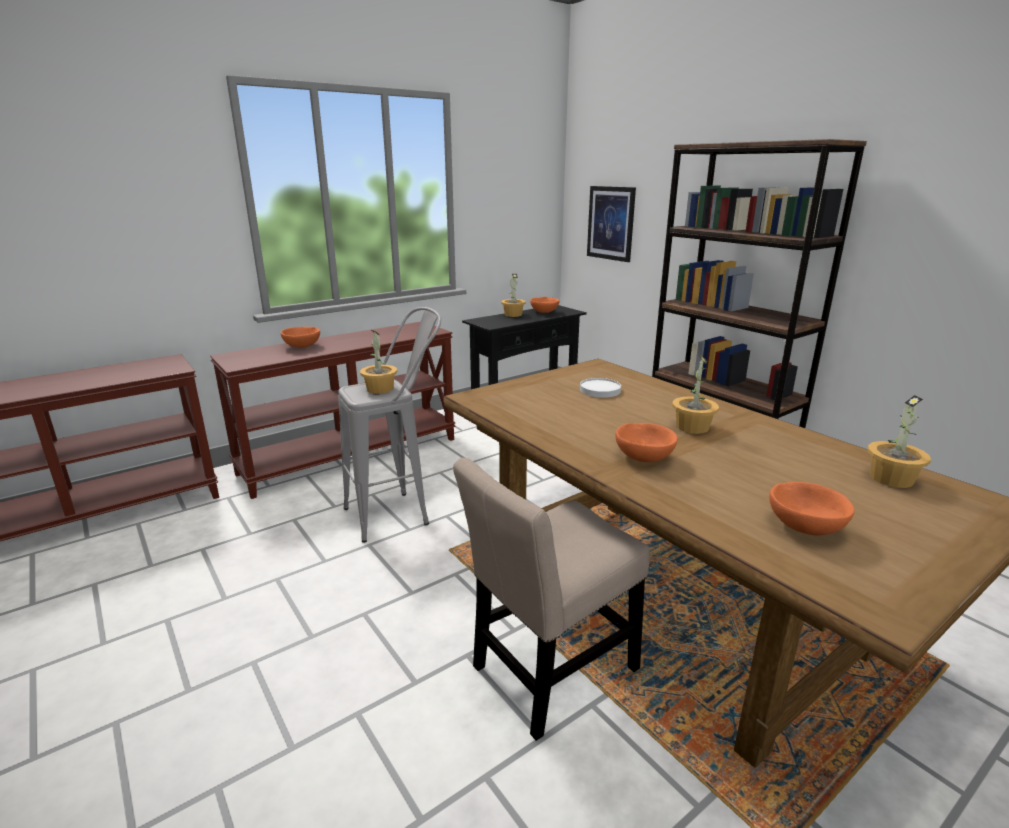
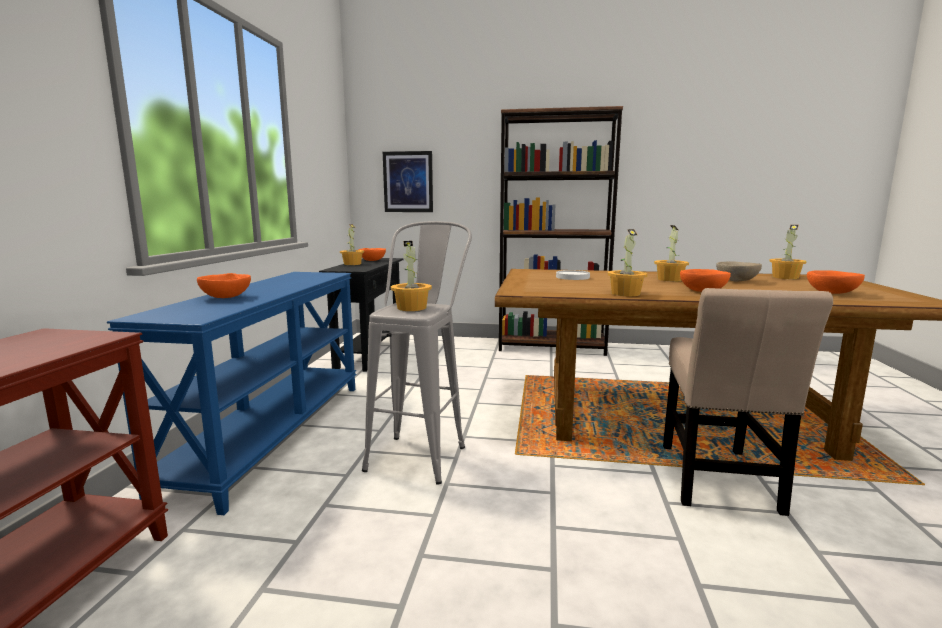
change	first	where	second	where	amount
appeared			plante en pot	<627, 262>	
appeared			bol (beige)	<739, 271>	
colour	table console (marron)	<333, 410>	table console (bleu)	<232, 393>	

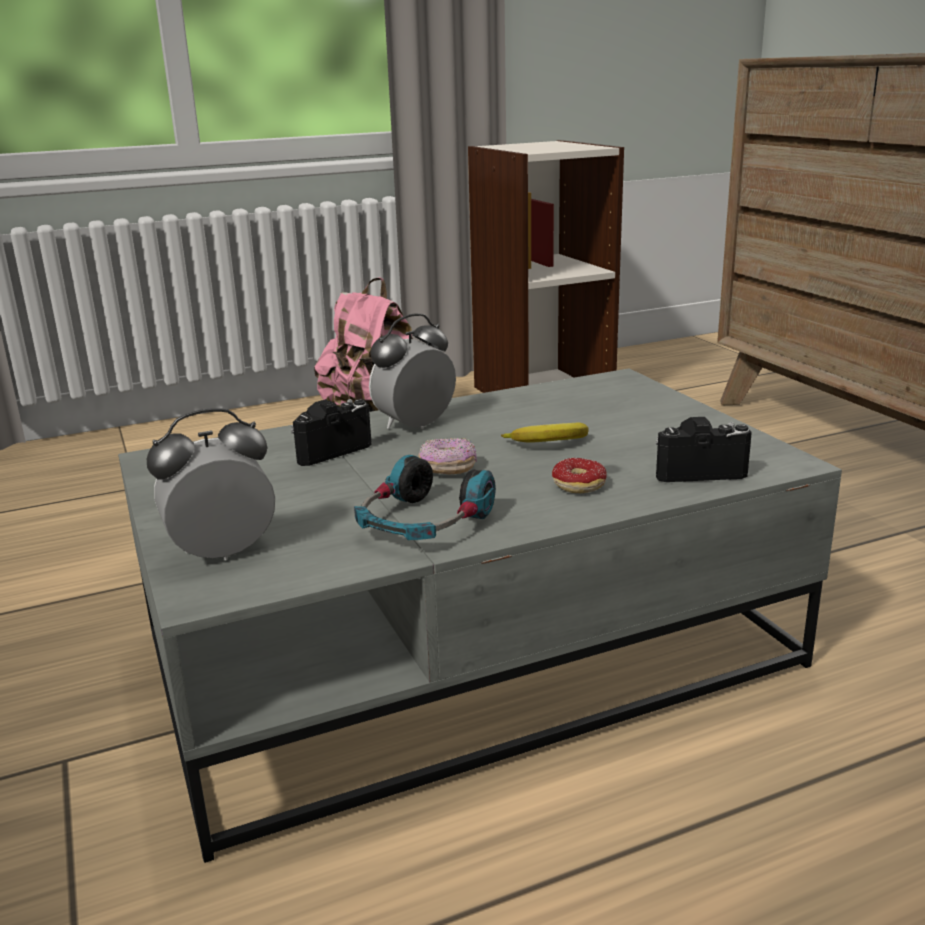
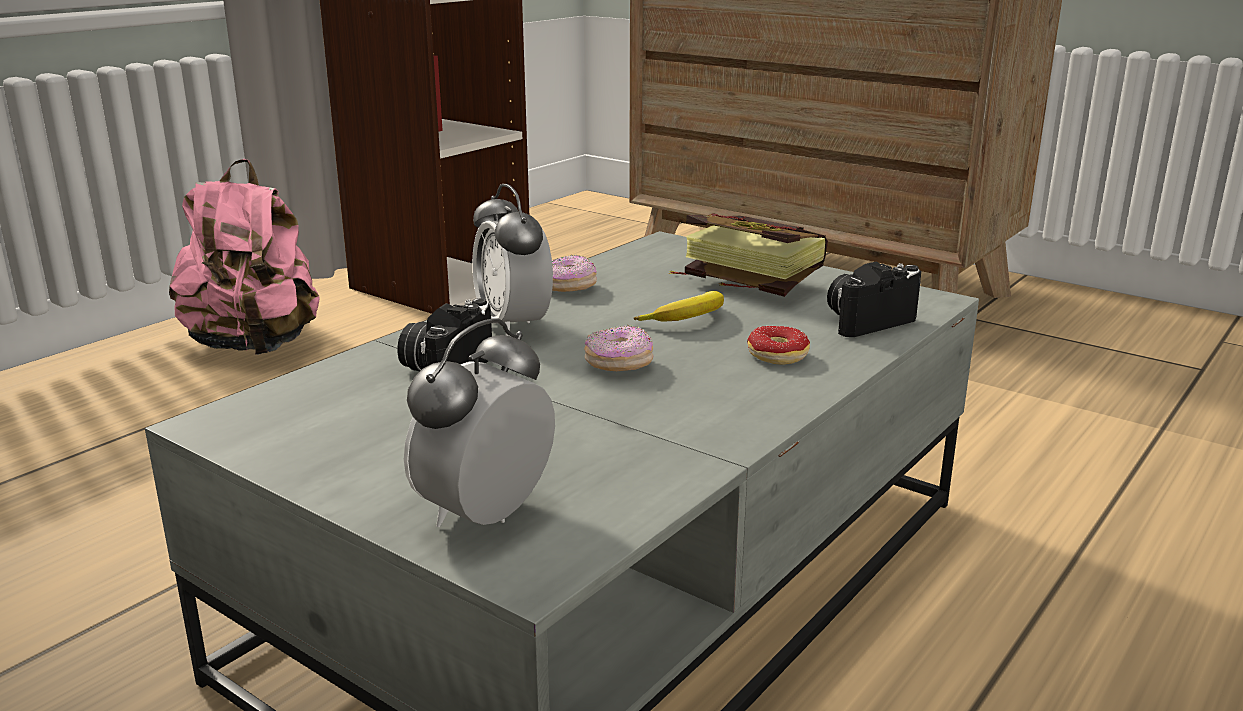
change	first	where	second	where	amount
missing	casque audio	<425, 497>			
appeared			beignet	<574, 273>	
appeared			livre	<748, 255>	
spun	réveil	<412, 371>		<512, 260>	45 degrees counterclockwise

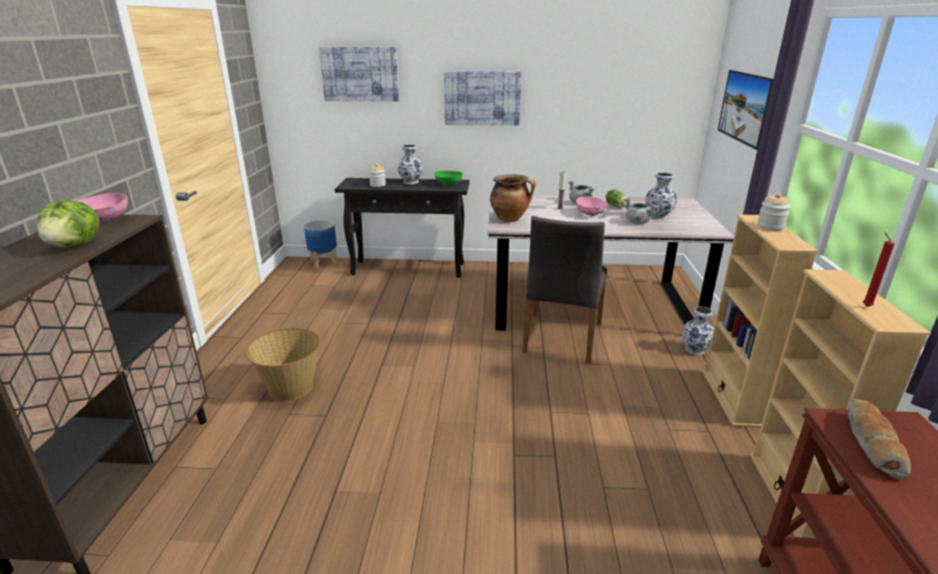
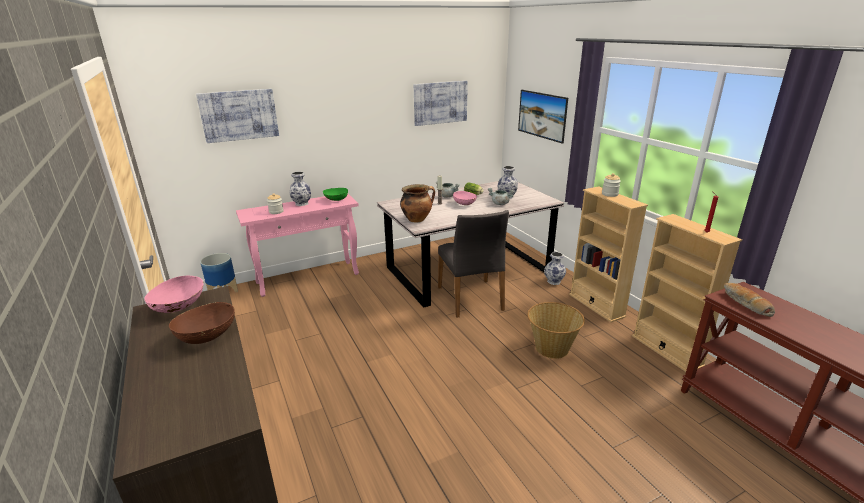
change	first	where	second	where	amount
relocated	panier	<282, 364>		<556, 330>	
relocated	tableau	<482, 98>		<441, 103>	
exchanged	laitue	<68, 224>	bol (marron)	<202, 323>	
colour	table console (noir)	<402, 228>	table console (rose)	<297, 245>	

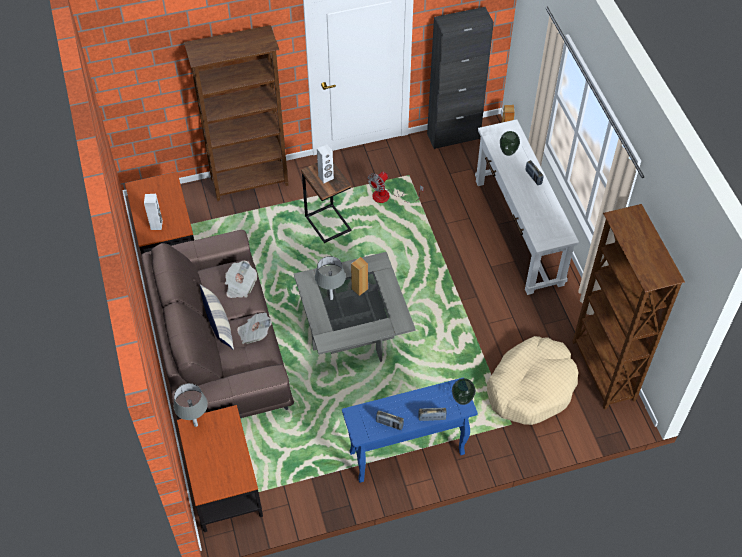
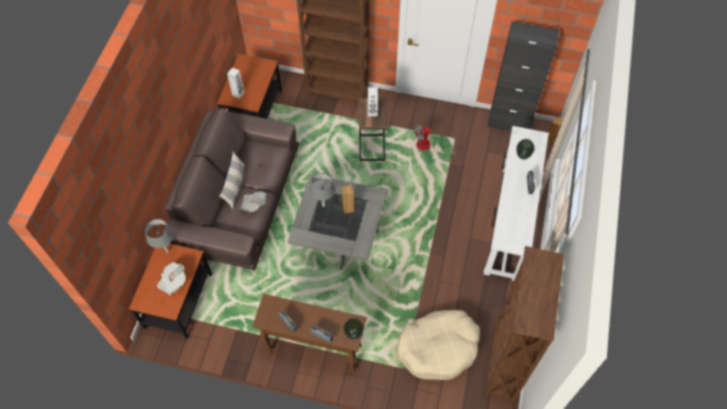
change	first	where	second	where	amount
relocated	journal	<241, 279>		<171, 278>	
colour	table console (bleu)	<410, 430>	table console (marron)	<309, 333>	

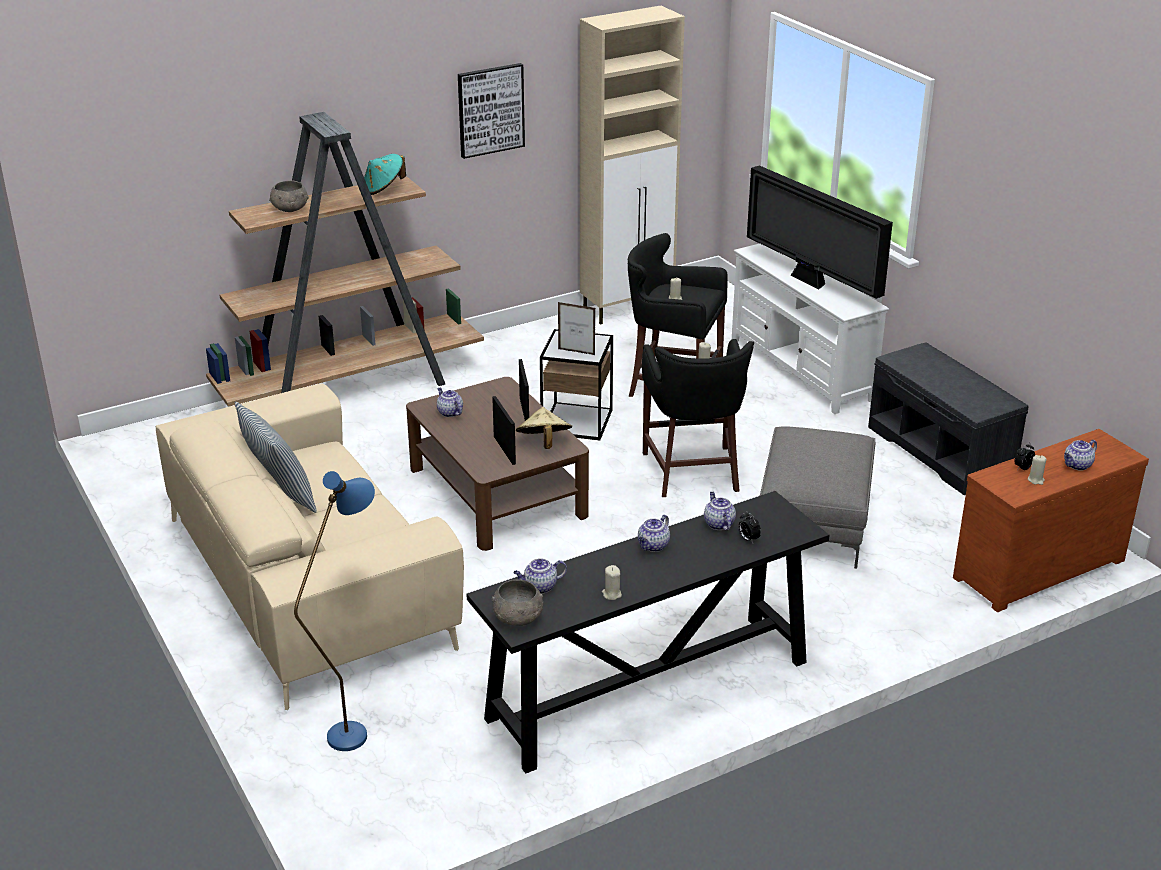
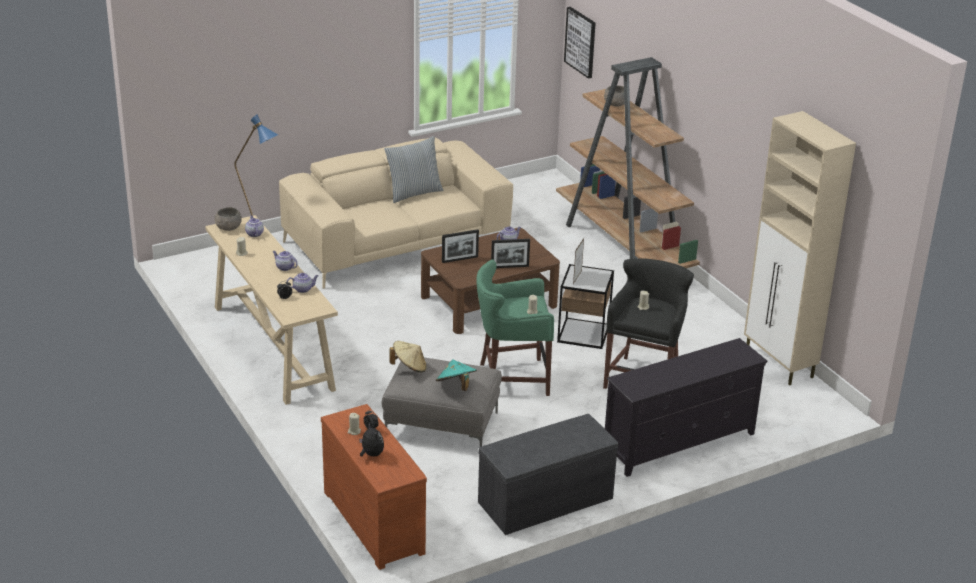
change	first	where	second	where	amount
missing	téléviseur	<820, 232>			
relocated	chapeau (turquoise)	<385, 174>		<456, 375>	
relocated	tableau	<491, 111>		<580, 43>	
relocated	chapeau (beige)	<544, 428>		<408, 356>	
exchanged	théière	<1080, 455>	peluche	<371, 440>	
colour	table console (noir)	<647, 632>	table console (beige)	<271, 310>	
colour	tabouret (noir)	<698, 418>	tabouret (vert)	<515, 327>	
colour	meuble télé (blanc)	<810, 329>	meuble télé (noir)	<686, 407>	

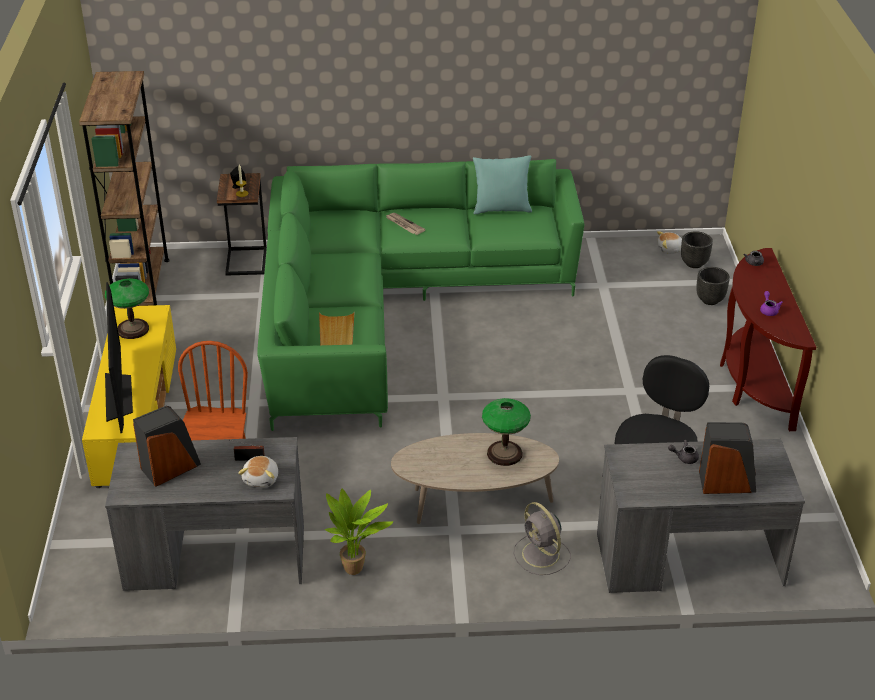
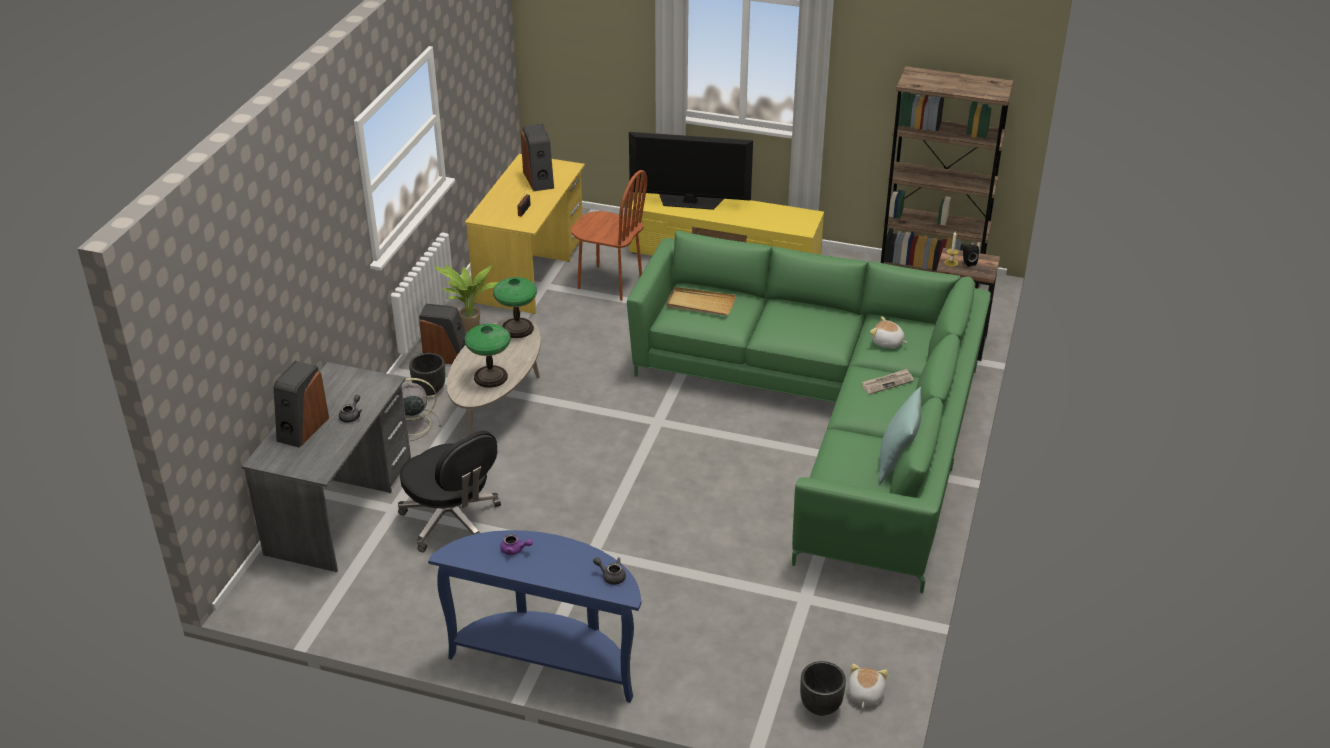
change	first	where	second	where	amount
appeared			enceinte	<442, 334>	
relocated	lampe de table	<127, 308>		<515, 307>	
relocated	peluche	<258, 471>		<888, 332>	
relocated	cache-pot (noir)	<713, 286>		<427, 374>	
colour	bureau (gris)	<204, 514>	bureau (jaune)	<525, 234>	
colour	table console (marron)	<768, 339>	table console (bleu)	<534, 616>	

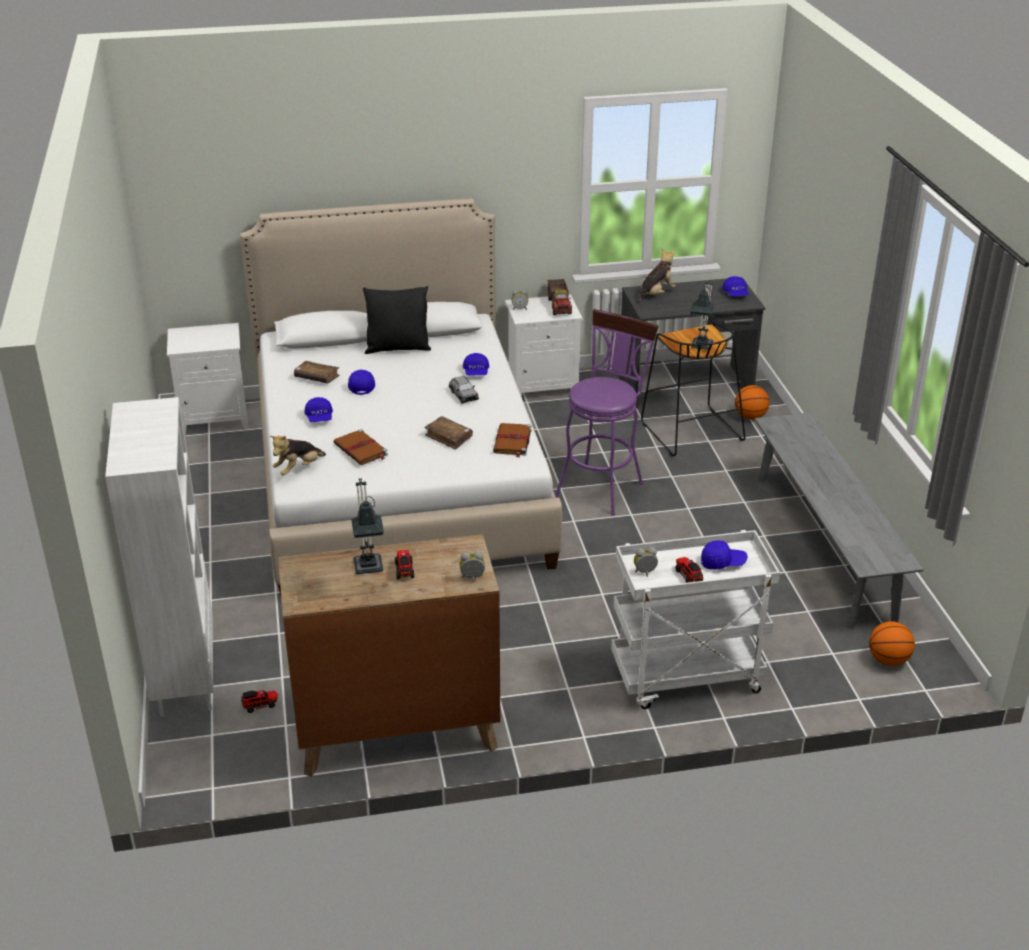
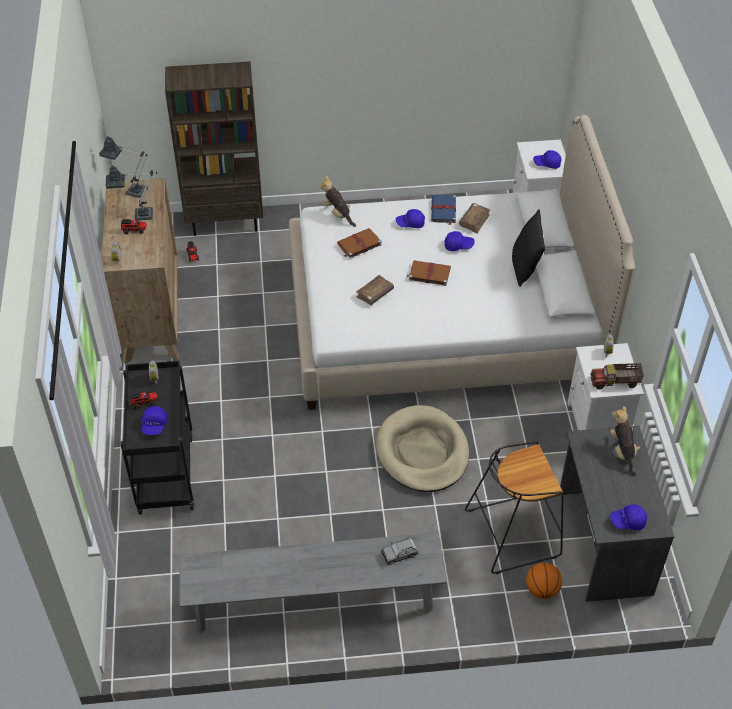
change	first	where	second	where	amount
missing	ballon de basket	<892, 643>			
appeared			livre (bleu)	<443, 210>	
relocated	petite voiture (gris)	<464, 389>		<399, 551>	
relocated	casquette (bleu)	<476, 364>		<547, 159>	
relocated	livre (marron)	<512, 440>		<428, 273>	
relocated	lampe de table	<702, 315>		<123, 167>	
exchanged	tabouret (violet)	<606, 412>	panier pour chien (beige)	<422, 448>	
colour	bibliothèque (blanc)	<159, 557>	bibliothèque (marron)	<214, 148>	
colour	chariot (blanc)	<695, 619>	chariot (noir)	<157, 438>	
spun	peluche	<657, 277>		<625, 440>	150 degrees counterclockwise

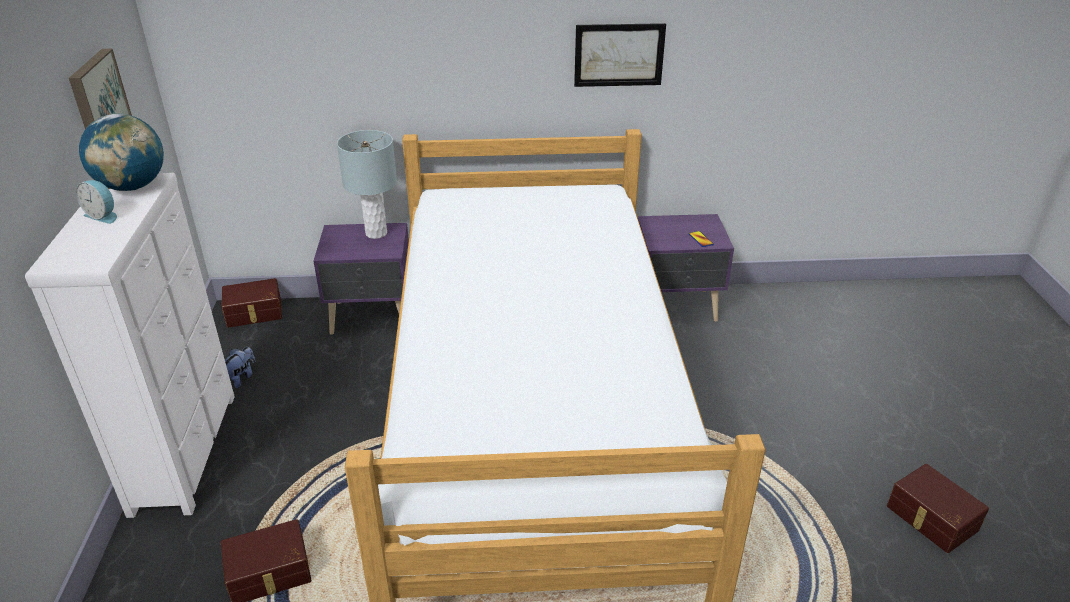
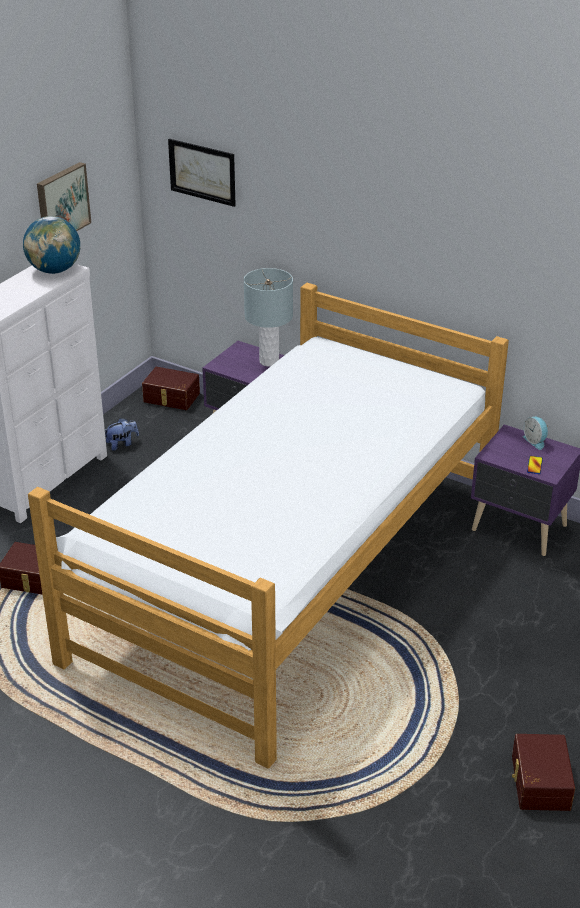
change	first	where	second	where	amount
relocated	réveil	<96, 202>		<536, 433>	
relocated	tableau	<620, 55>		<202, 173>	

